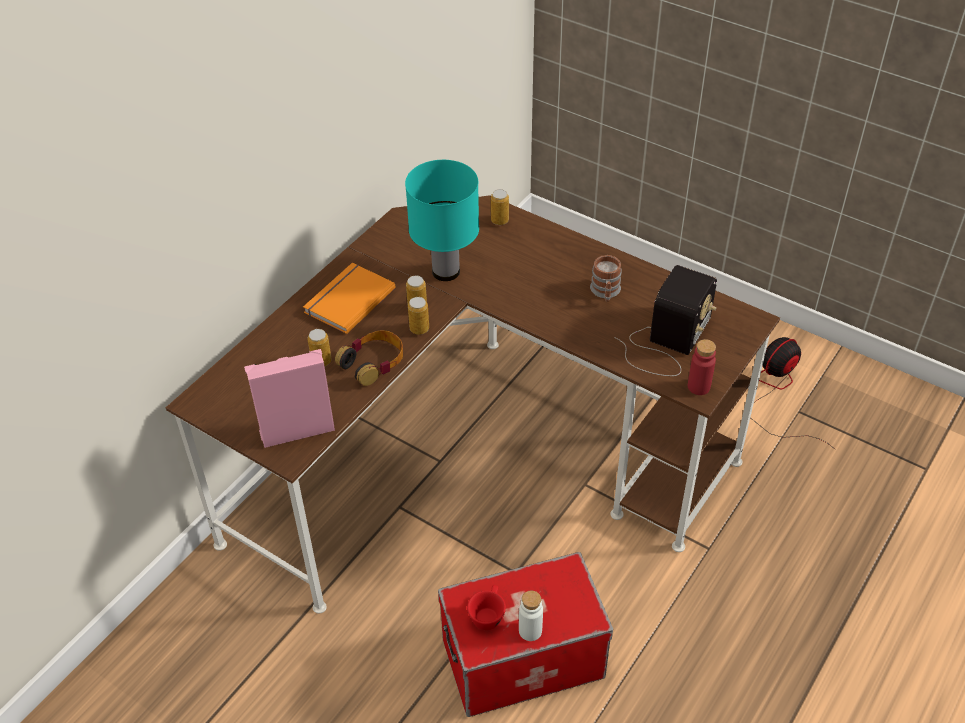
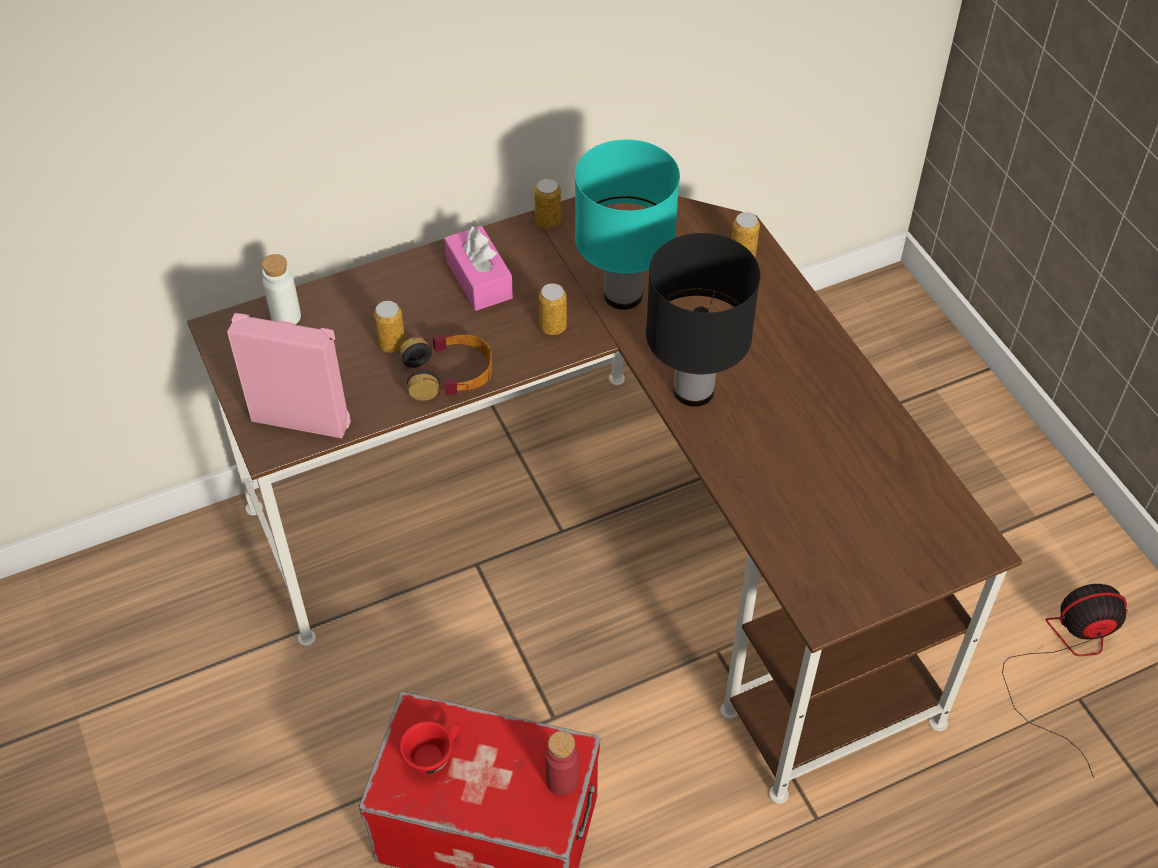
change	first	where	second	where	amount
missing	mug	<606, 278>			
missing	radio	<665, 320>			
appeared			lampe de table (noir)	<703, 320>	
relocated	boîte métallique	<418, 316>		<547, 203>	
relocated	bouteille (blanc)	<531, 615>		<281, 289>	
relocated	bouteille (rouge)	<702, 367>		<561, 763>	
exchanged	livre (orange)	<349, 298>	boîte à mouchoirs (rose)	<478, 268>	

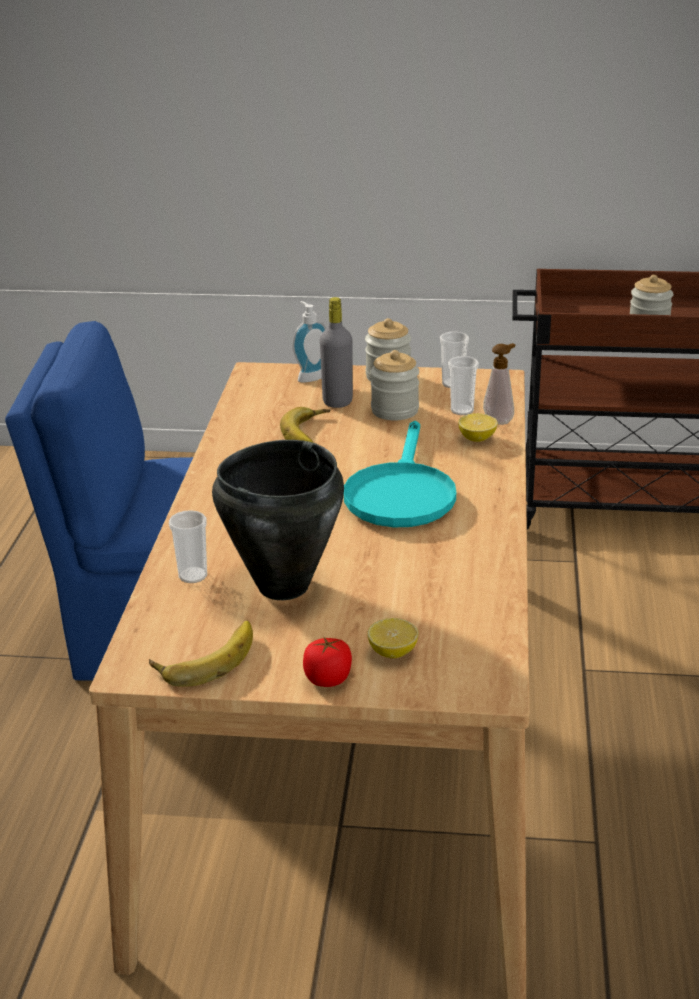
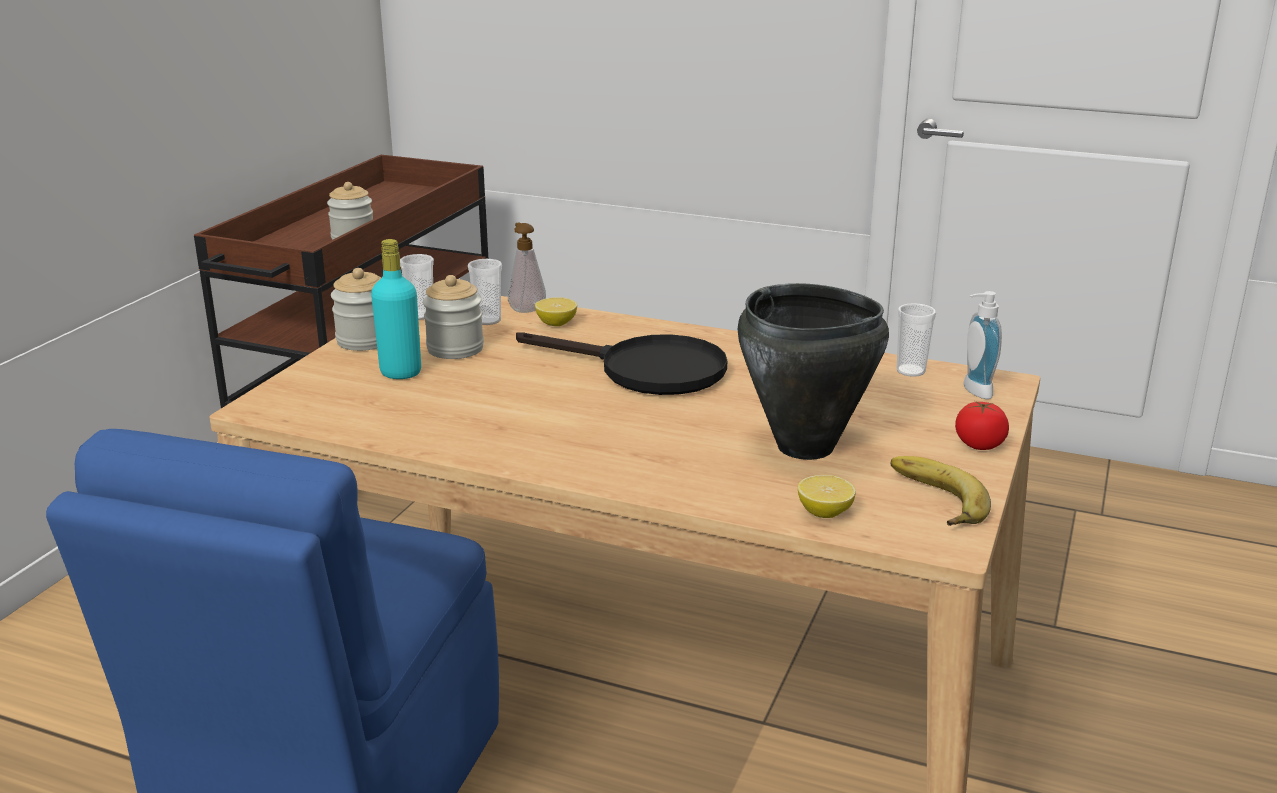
change	first	where	second	where	amount
missing	banane	<305, 425>			
relocated	tasse	<188, 546>		<916, 340>	
relocated	distributeur de savon	<309, 342>		<982, 345>	
relocated	citron	<393, 638>		<827, 496>	
colour	bouteille (gris)	<336, 352>	bouteille (turquoise)	<396, 309>	
colour	poêle (turquoise)	<400, 474>	poêle (noir)	<621, 363>	

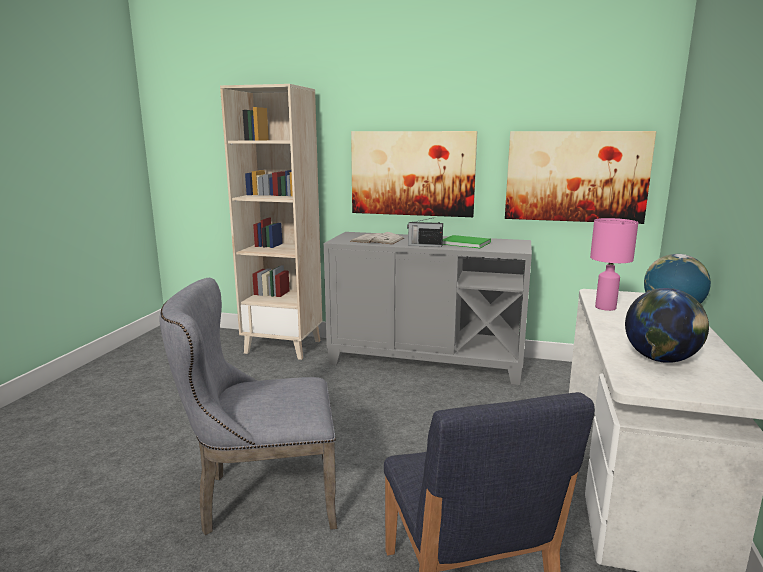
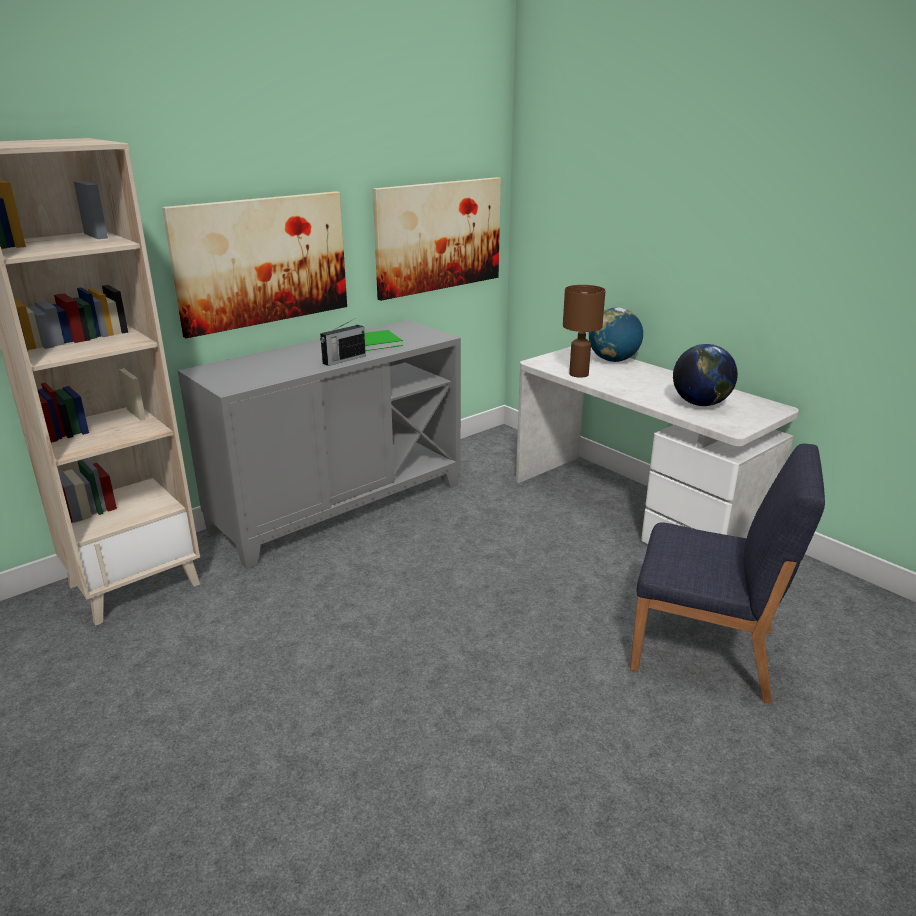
change	first	where	second	where	amount
missing	chaise (gris)	<248, 406>			
missing	livre (blanc)	<377, 238>			
colour	lampe de table (rose)	<614, 264>	lampe de table (marron)	<584, 331>	

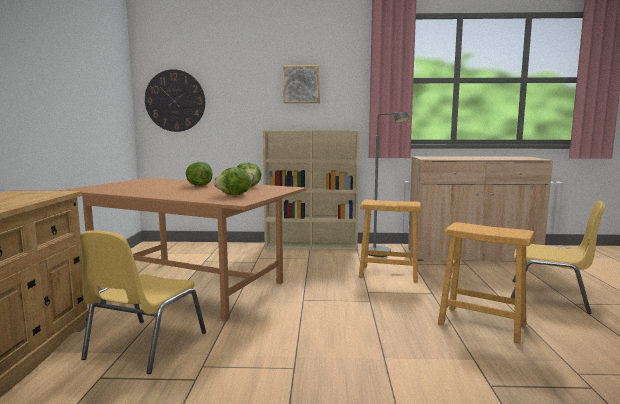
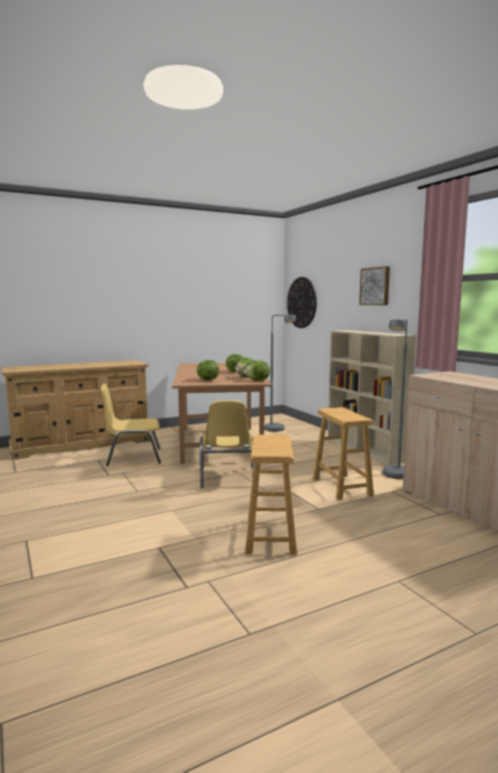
change	first	where	second	where	amount
appeared			laitue	<257, 370>	
appeared			lampadaire (gris)	<280, 373>	
relocated	chaise (jaune)	<557, 257>		<226, 444>	

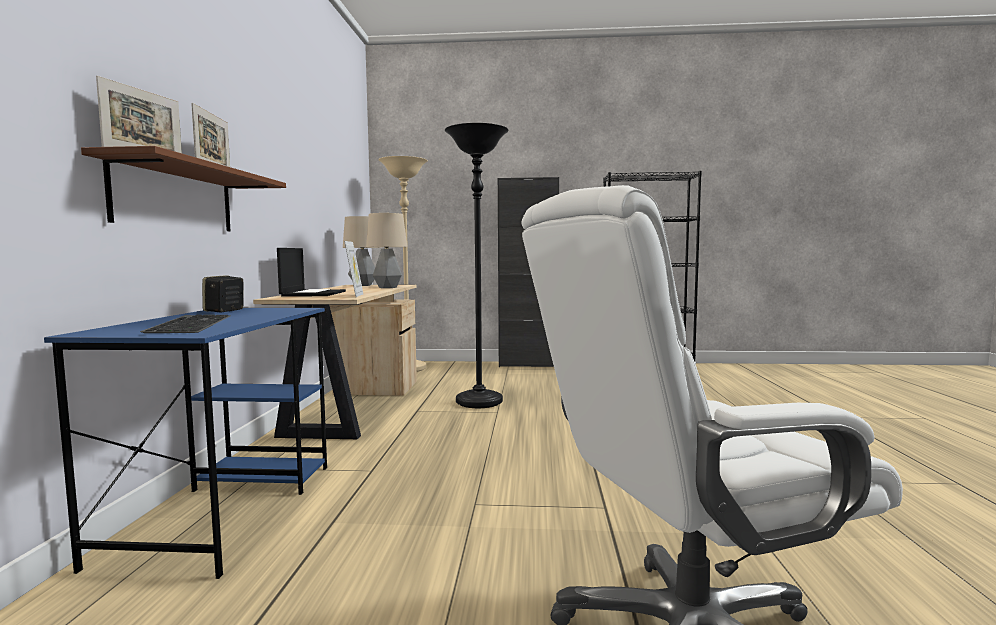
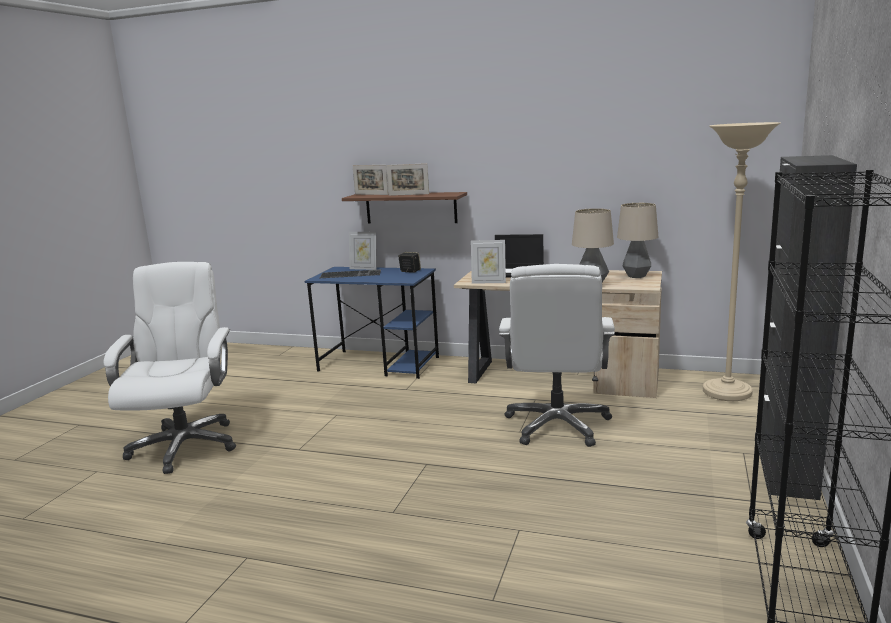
change	first	where	second	where	amount
appeared			cadre photo	<363, 251>	
exchanged	lampadaire (noir)	<476, 265>	chaise de bureau (blanc)	<557, 355>	

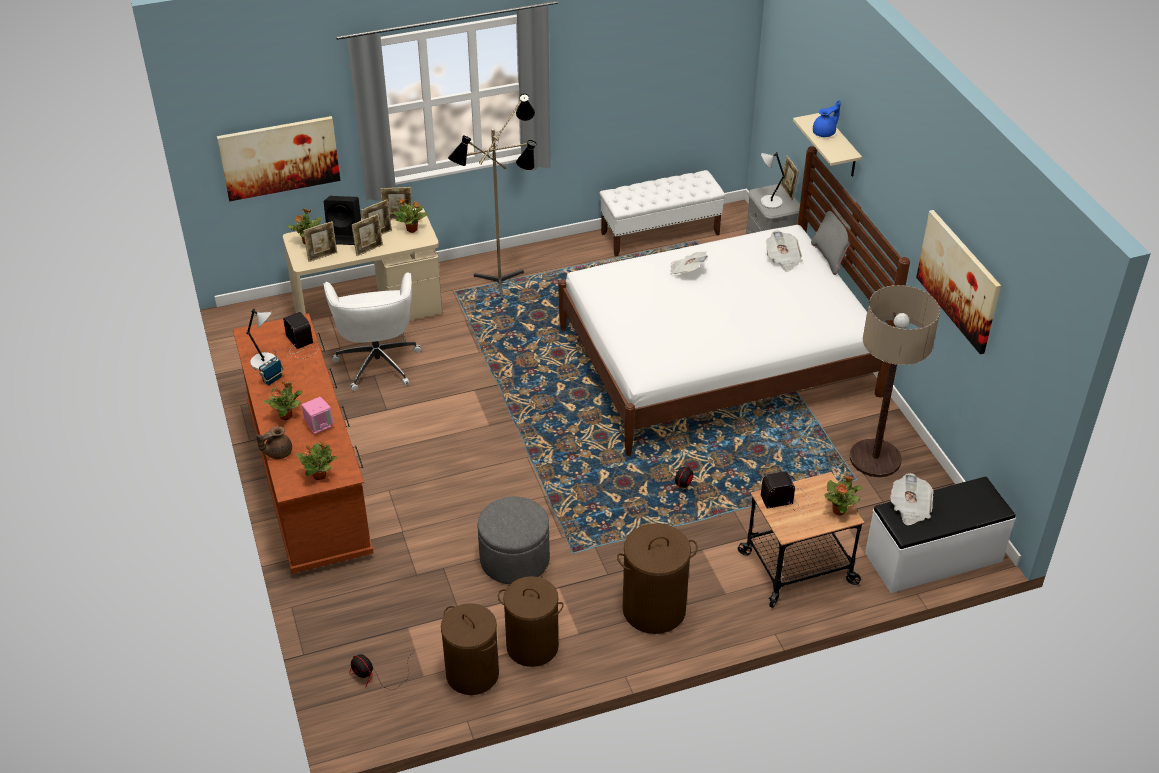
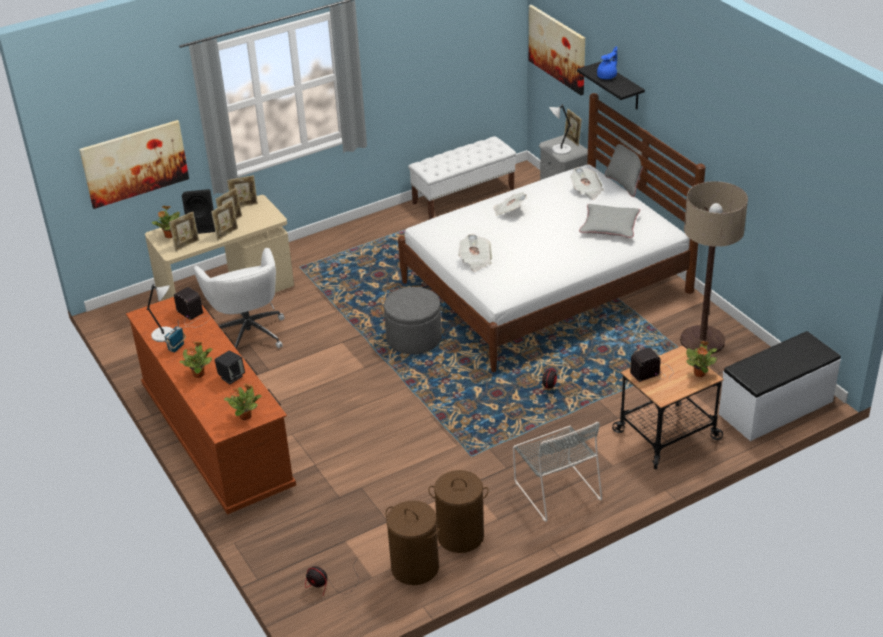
change	first	where	second	where	amount
missing	théière (marron)	<274, 442>			
missing	plante en pot	<410, 215>			
missing	lampadaire	<492, 197>			
appeared			coussin (gris)	<609, 221>	
relocated	pouf (gris)	<514, 540>		<413, 320>	
relocated	journal	<912, 499>		<475, 253>	
relocated	tableau	<958, 282>		<557, 50>	
exchanged	panier à linge (marron)	<657, 578>	chaise (gris)	<557, 472>	
colour	enceinte (rose)	<318, 415>	enceinte (noir)	<230, 368>	
colour	étagère (beige)	<827, 145>	étagère (noir)	<611, 85>	

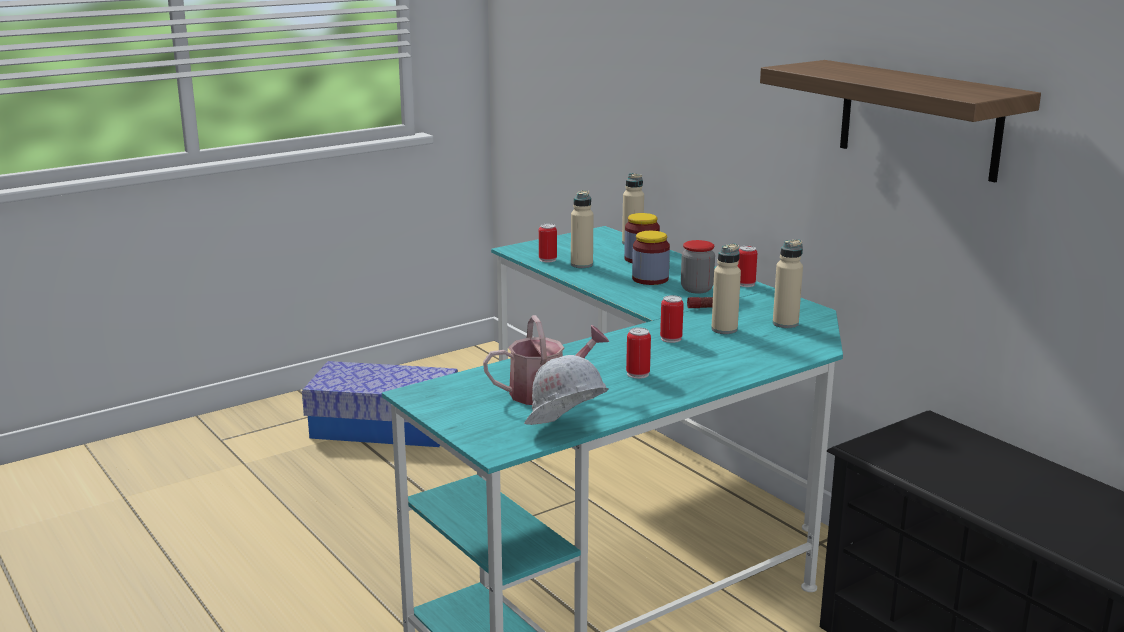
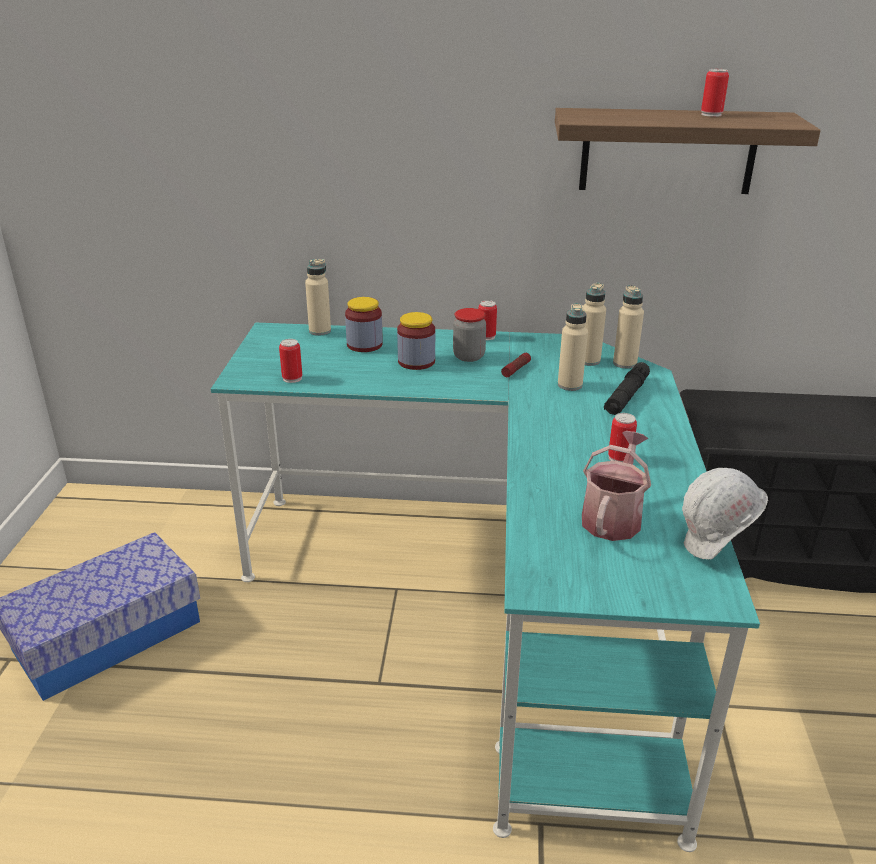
change	first	where	second	where	amount
appeared			lampe de poche (noir)	<627, 388>	
relocated	bouteille (beige)	<582, 229>		<628, 327>	
relocated	boîte métallique	<672, 319>		<715, 93>	

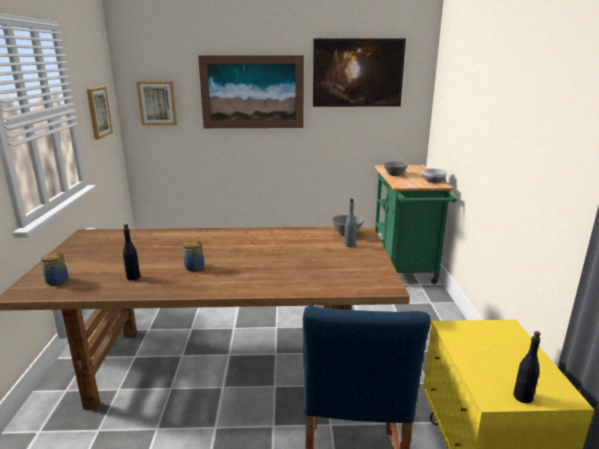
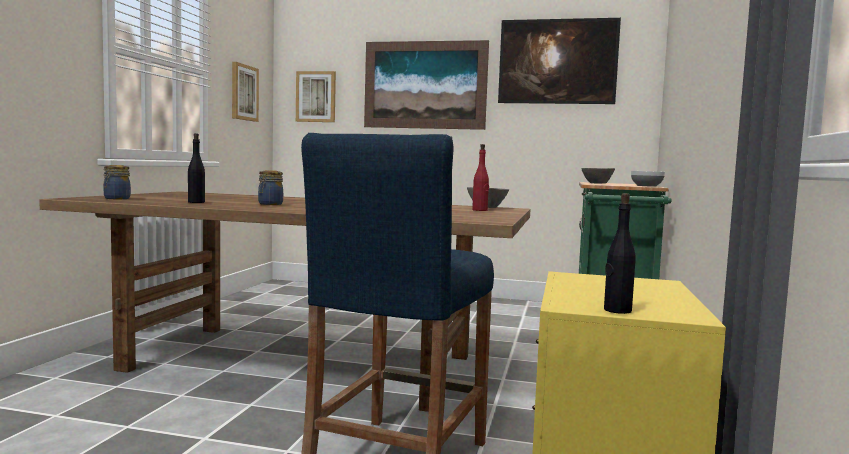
change	first	where	second	where	amount
colour	bouteille (gris)	<350, 222>	bouteille (rouge)	<480, 177>	

